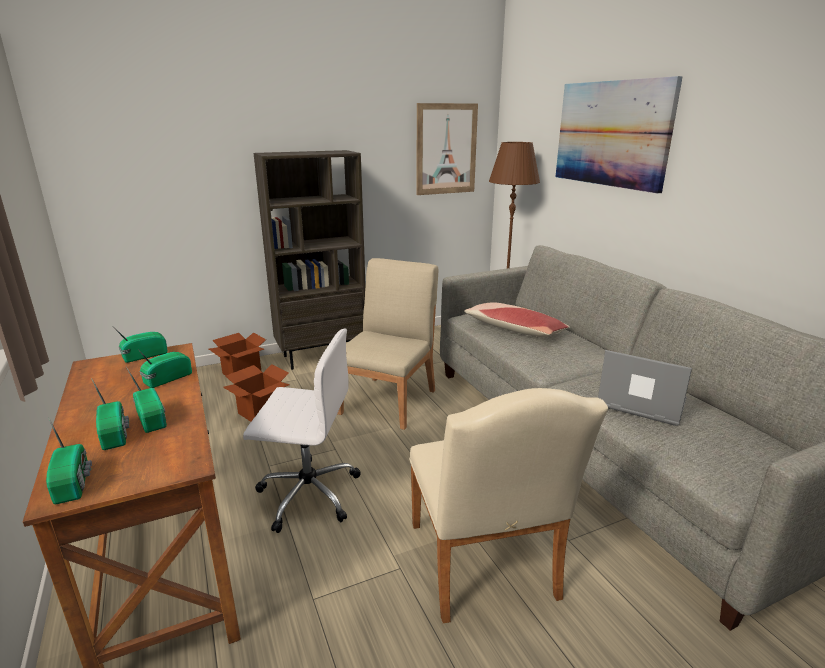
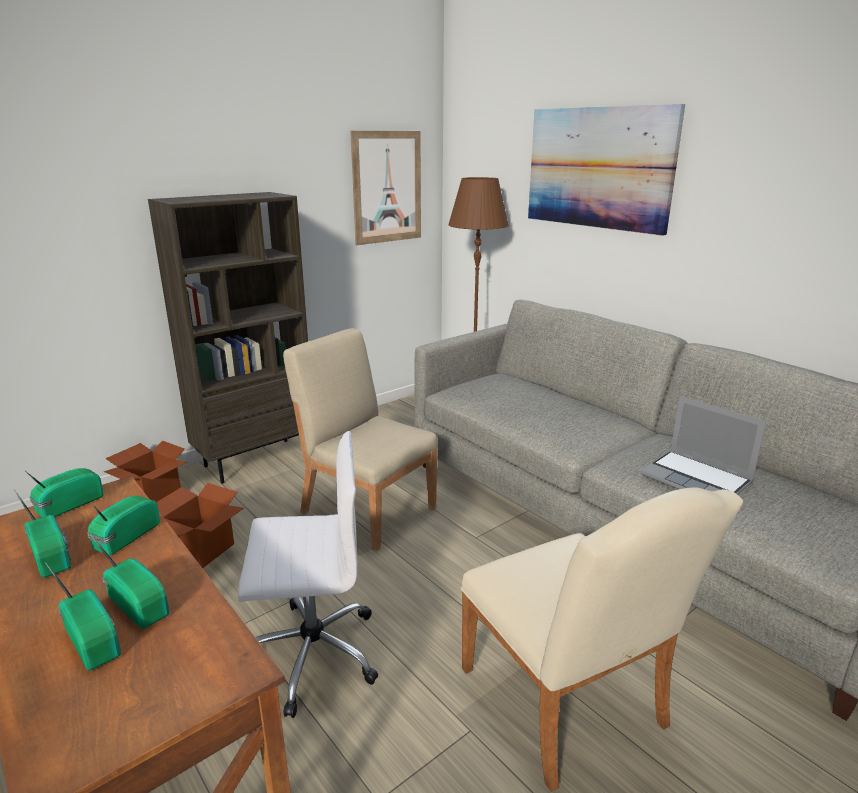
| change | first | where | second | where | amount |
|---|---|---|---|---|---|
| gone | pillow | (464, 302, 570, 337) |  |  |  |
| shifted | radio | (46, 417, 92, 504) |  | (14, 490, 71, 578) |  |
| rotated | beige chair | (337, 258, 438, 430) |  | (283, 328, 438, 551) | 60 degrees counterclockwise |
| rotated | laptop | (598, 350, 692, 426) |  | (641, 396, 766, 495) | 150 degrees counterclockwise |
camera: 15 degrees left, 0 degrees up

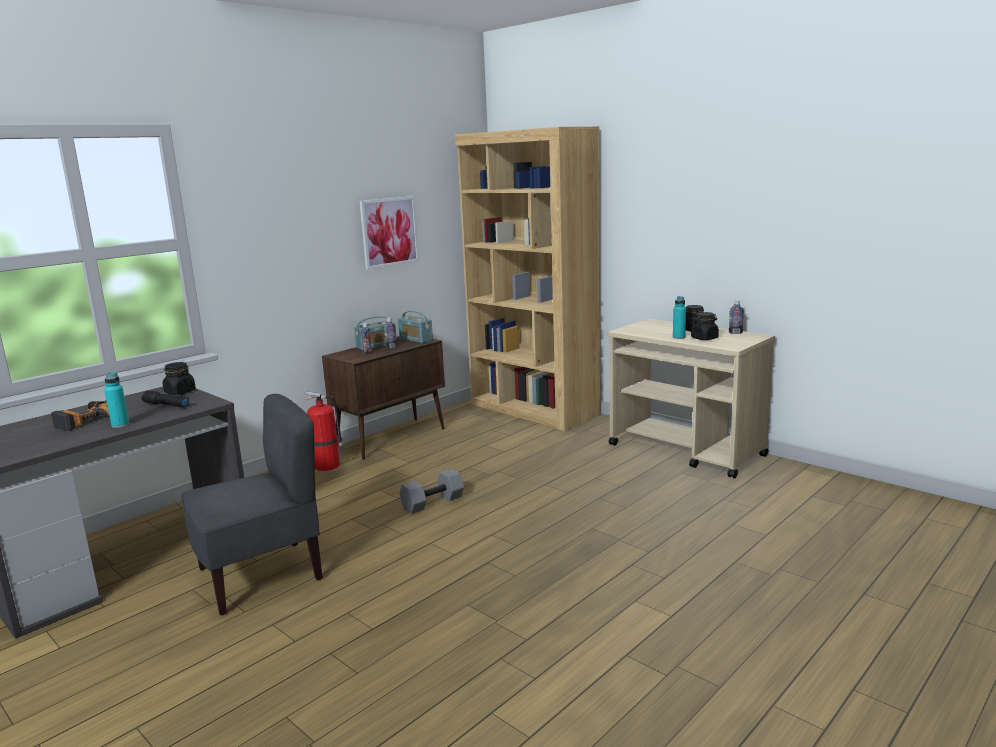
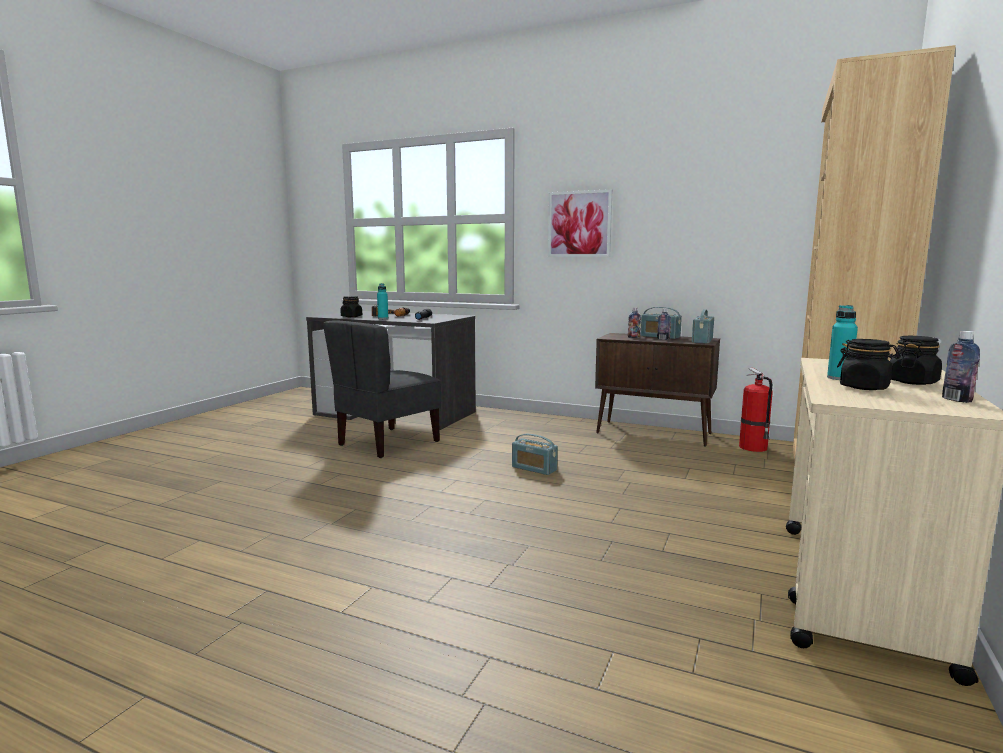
| change | first | where | second | where | amount |
|---|---|---|---|---|---|
| shifted | black jar | (163, 362, 196, 395) |  | (340, 296, 362, 317) |  |
| shifted | fire extinguisher | (304, 391, 345, 471) |  | (739, 368, 773, 452) |  |
| shifted | picture | (359, 196, 419, 270) |  | (548, 189, 612, 257) |  |
| swapped | grey dumbbell | (399, 469, 464, 514) | radio | (512, 434, 558, 475) |  |
| rotated | grey chair | (181, 394, 323, 615) |  | (323, 321, 441, 458) | 90 degrees clockwise |
camera: 70 degrees right, 5 degrees down

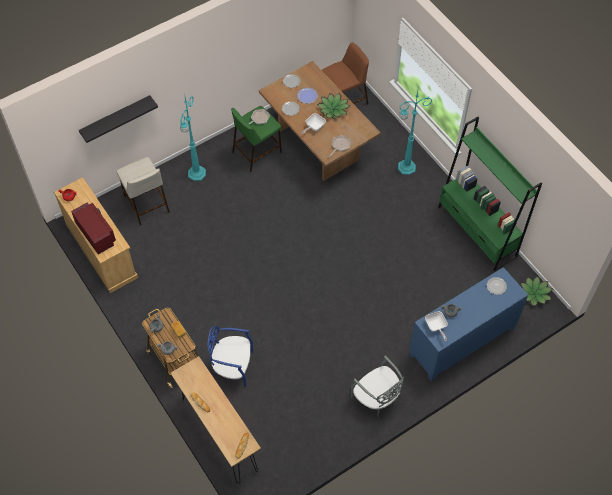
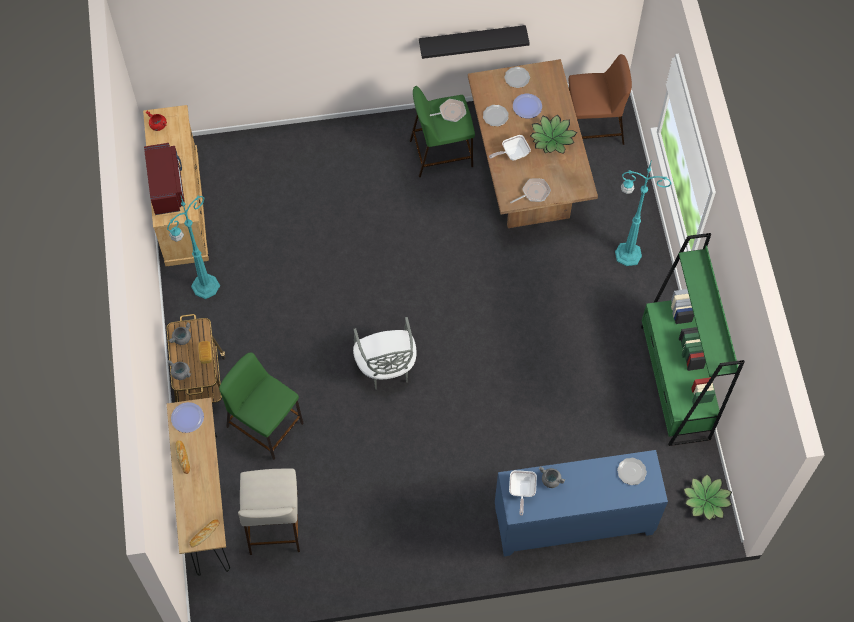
| change | first | where | second | where | amount |
|---|---|---|---|---|---|
| new |  |  | plate | (171, 402, 204, 433) |  |
| shifted | black shelf | (79, 95, 158, 143) |  | (419, 25, 530, 59) |  |
| shifted | beige stool | (117, 157, 169, 225) |  | (238, 469, 300, 555) |  |
| shifted | turquoise floor lamp | (180, 93, 206, 181) |  | (167, 195, 220, 299) |  |
| shifted | grey chair | (351, 355, 404, 416) |  | (353, 317, 417, 389) |  |
| swapped | blue chair | (207, 326, 253, 387) | green stool | (219, 352, 304, 460) |  |
camera: 25 degrees right, 5 degrees up

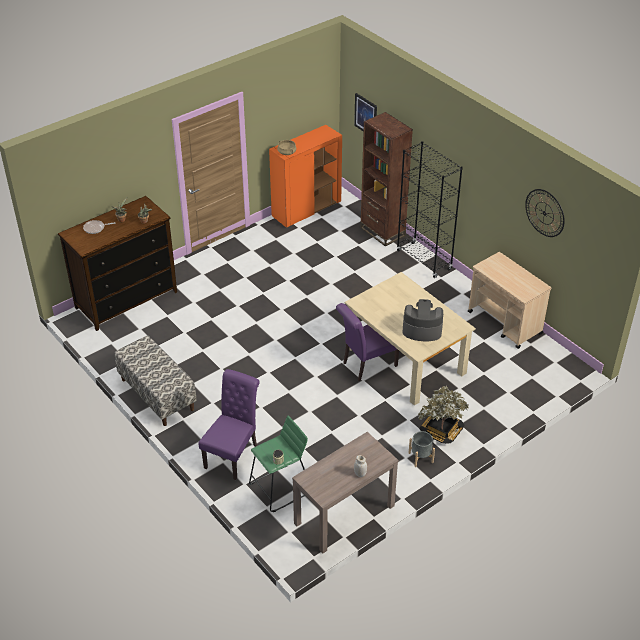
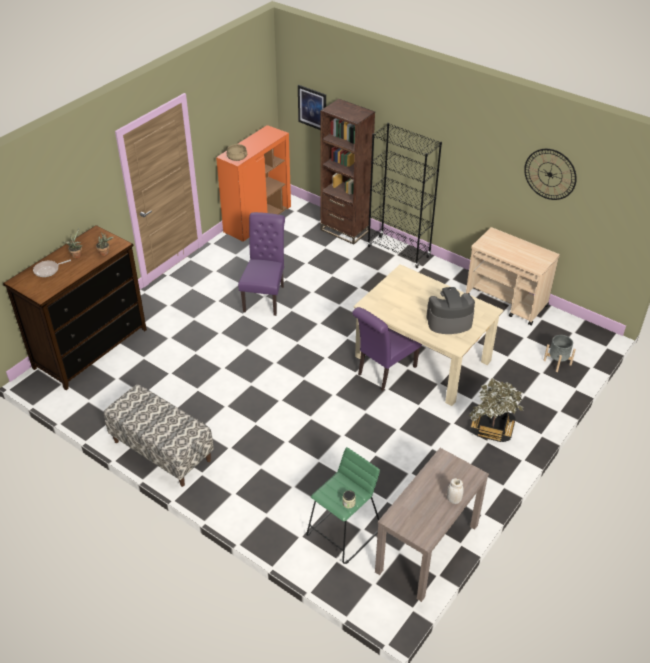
| change | first | where | second | where | amount |
|---|---|---|---|---|---|
| shifted | purple chair | (199, 369, 260, 480) |  | (238, 212, 285, 316) |  |
| shifted | grey planter | (409, 431, 435, 467) |  | (544, 335, 576, 372) |  |
camera: 15 degrees left, 0 degrees up

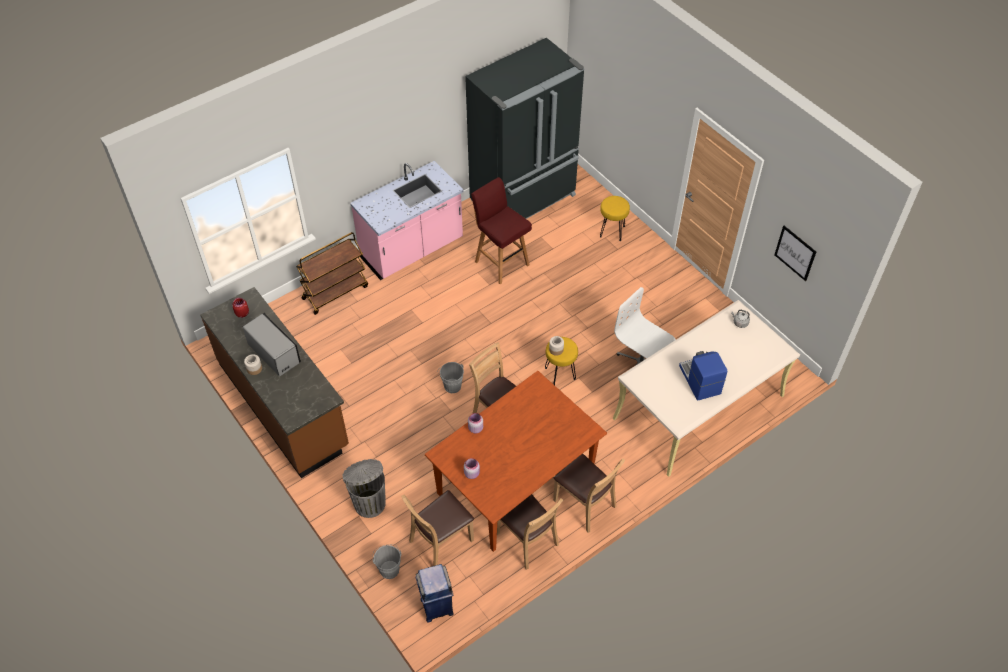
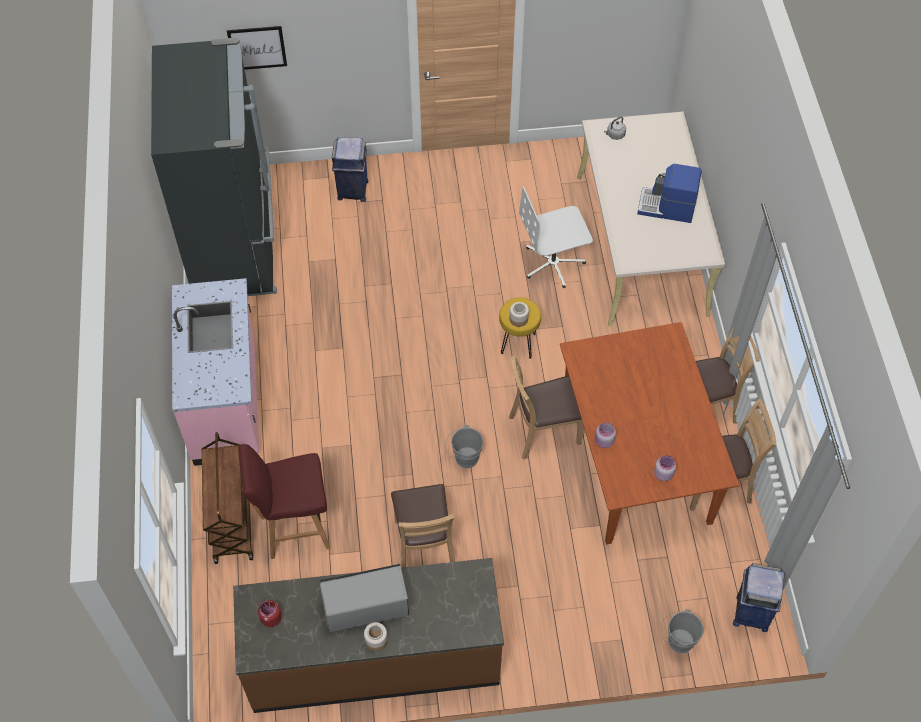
| change | first | where | second | where | amount |
|---|---|---|---|---|---|
| gone | grey trash can | (342, 459, 386, 518) |  |  |  |
| shifted | brown chair | (401, 490, 474, 566) |  | (391, 484, 455, 568) |  |
| shifted | red stool | (471, 177, 532, 284) |  | (238, 444, 331, 559) |  |
| shifted | picture | (774, 226, 816, 281) |  | (227, 26, 287, 70) |  |
| swapped | yellow stool | (600, 196, 630, 241) | blue trash can | (332, 137, 368, 202) |  |
camera: 60 degrees left, 5 degrees up

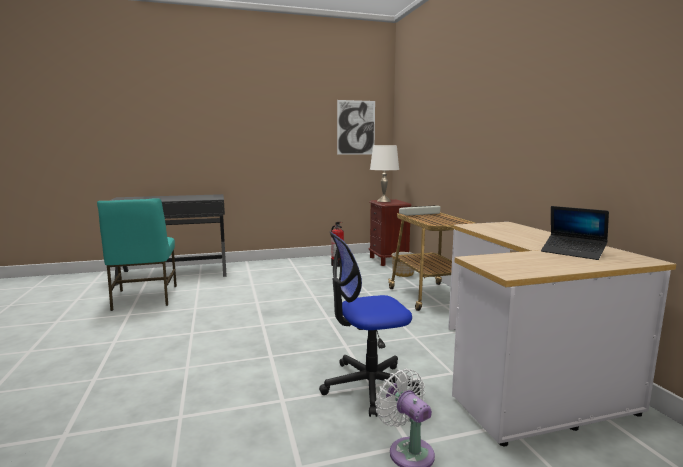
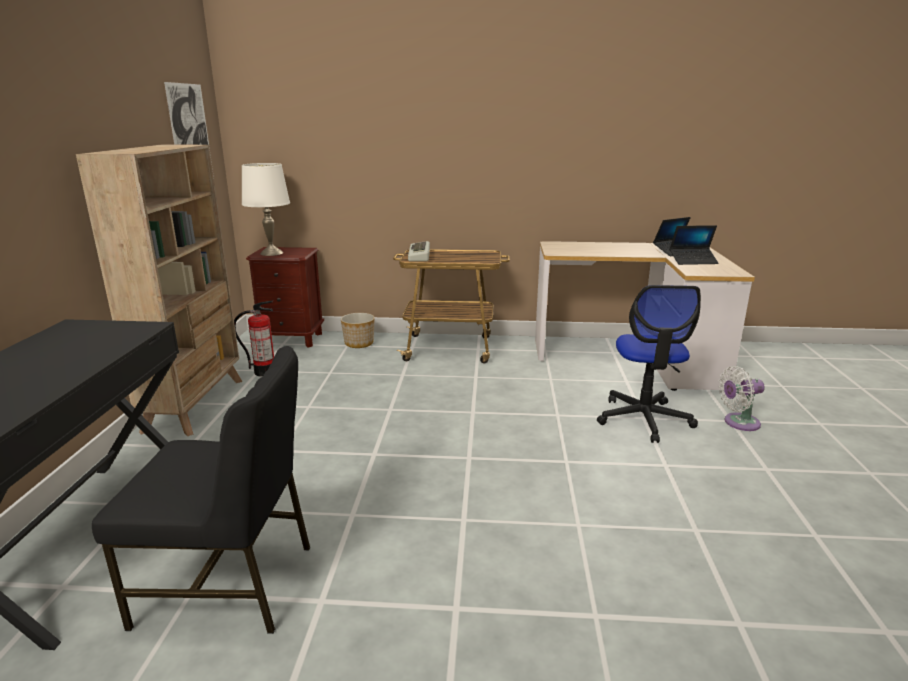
| change | first | where | second | where | amount |
|---|---|---|---|---|---|
| new |  |  | beige bookcase | (76, 144, 243, 436) |  |
| new |  |  | laptop | (670, 225, 719, 265) |  |
| repainted | turquoise chair | (97, 198, 177, 311) | black chair | (92, 346, 310, 634) |  |
camera: 70 degrees left, 10 degrees up

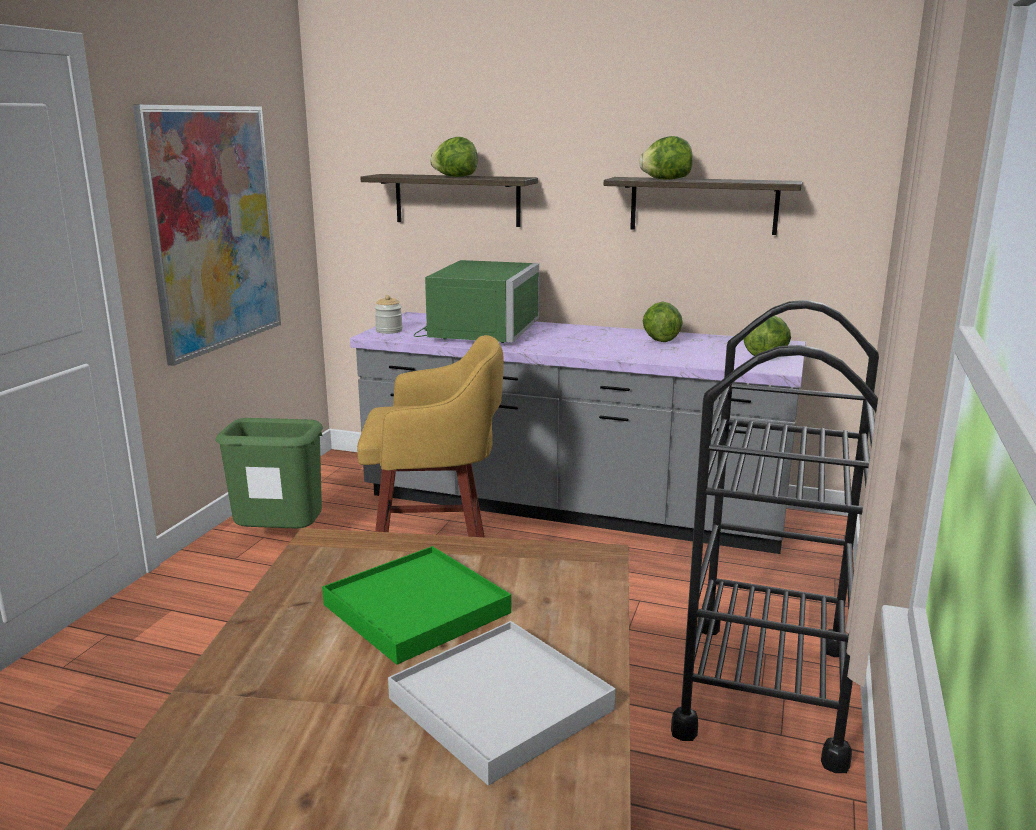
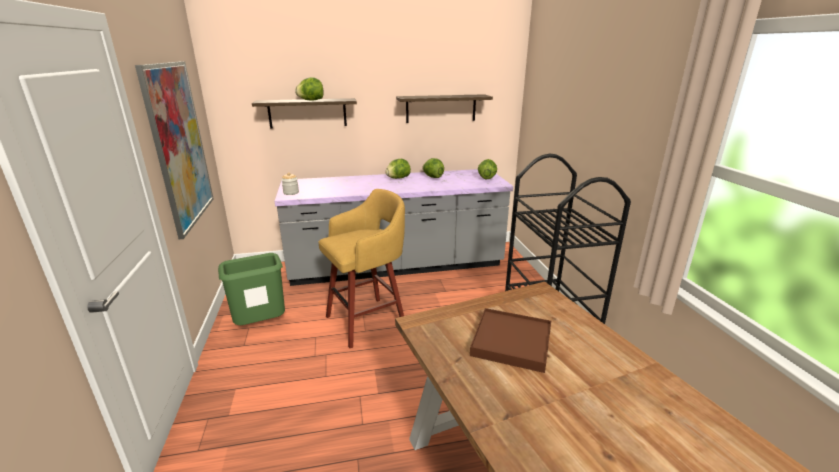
| change | first | where | second | where | amount |
|---|---|---|---|---|---|
| gone | white tray | (388, 621, 616, 785) |  |  |  |
| gone | green microwave | (414, 260, 539, 343) |  |  |  |
| shifted | lettuce | (639, 136, 693, 180) |  | (385, 159, 411, 179) |  |
| repainted | green tray | (322, 546, 511, 665) | brown tray | (470, 308, 551, 373) |  |
camera: 30 degrees left, 5 degrees up

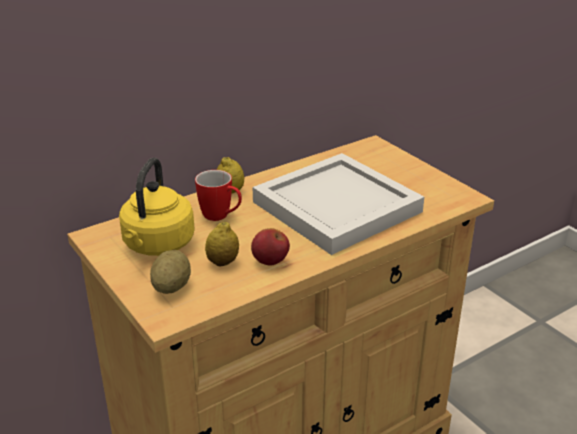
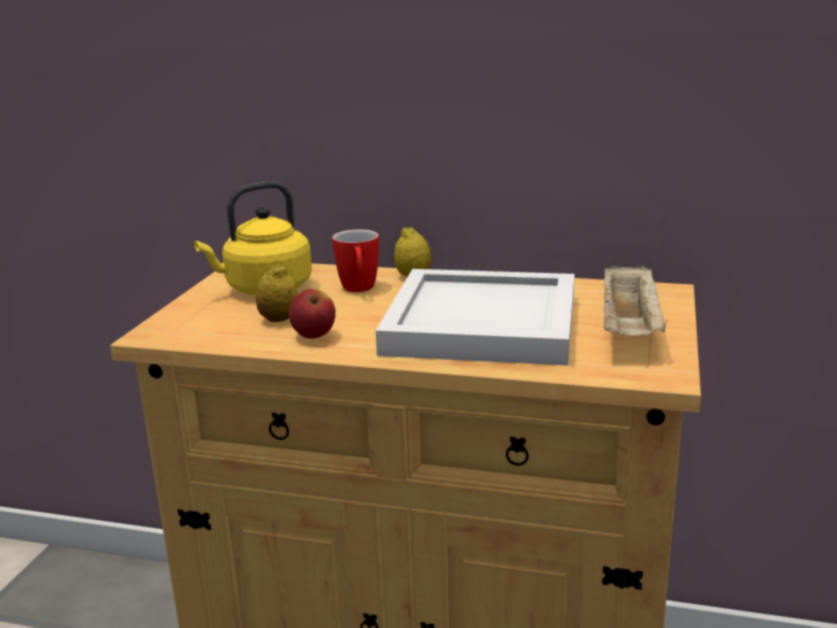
| change | first | where | second | where | amount |
|---|---|---|---|---|---|
| gone | potato | (150, 250, 191, 294) |  |  |  |
| new |  |  | beige tray | (604, 262, 667, 336) |  |
camera: 50 degrees right, 10 degrees down

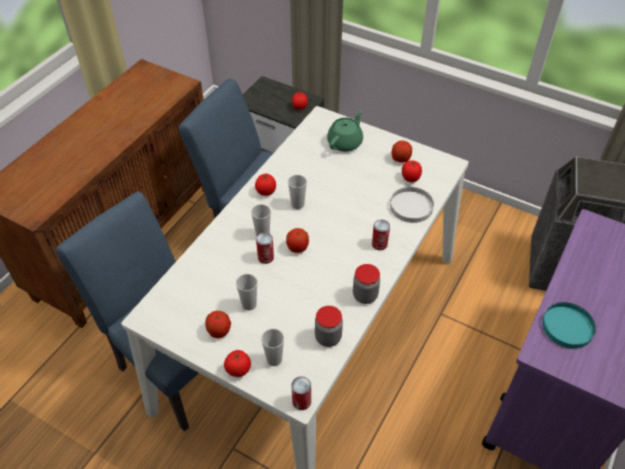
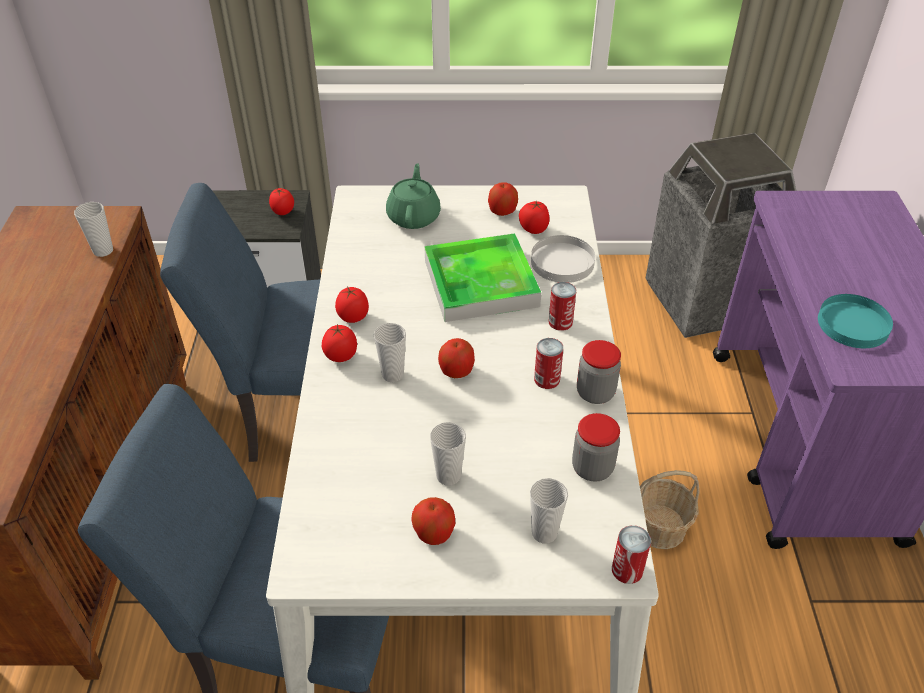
| change | first | where | second | where | amount |
|---|---|---|---|---|---|
| new |  |  | tray | (424, 233, 541, 322) |  |
| new |  |  | basket | (640, 470, 700, 549) |  |
| shifted | tomato | (224, 350, 251, 377) |  | (322, 324, 357, 362) |  |
| shifted | can | (256, 233, 274, 264) |  | (534, 338, 564, 389) |  |
| shifted | cup | (288, 175, 307, 209) |  | (74, 202, 113, 257) |  |
camera: 30 degrees left, 5 degrees down

